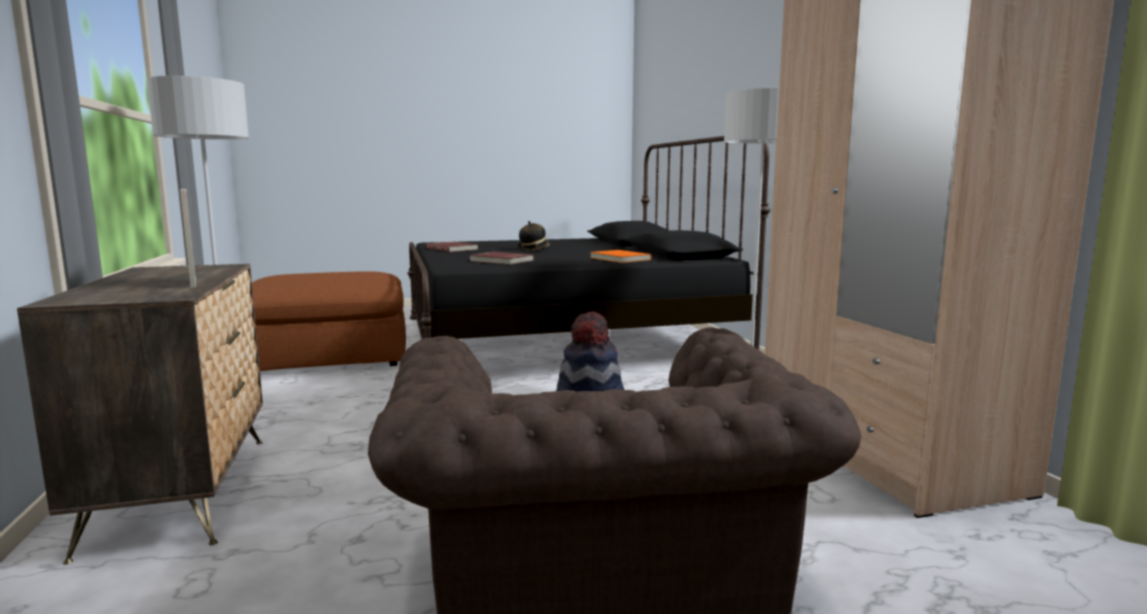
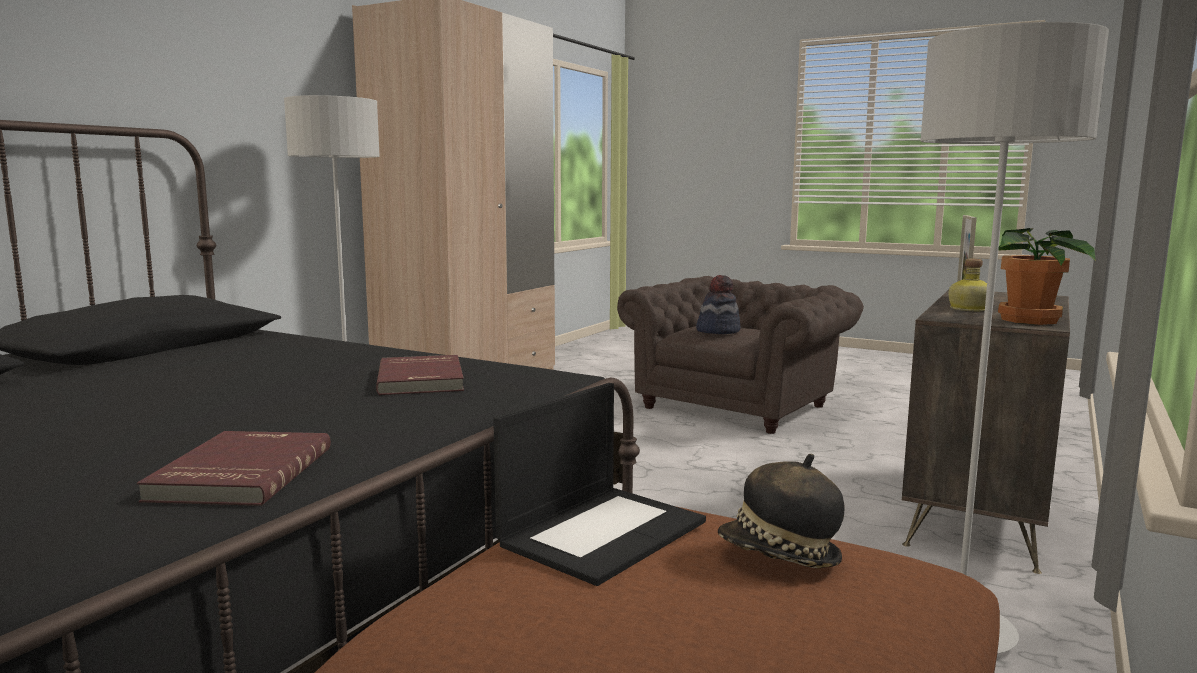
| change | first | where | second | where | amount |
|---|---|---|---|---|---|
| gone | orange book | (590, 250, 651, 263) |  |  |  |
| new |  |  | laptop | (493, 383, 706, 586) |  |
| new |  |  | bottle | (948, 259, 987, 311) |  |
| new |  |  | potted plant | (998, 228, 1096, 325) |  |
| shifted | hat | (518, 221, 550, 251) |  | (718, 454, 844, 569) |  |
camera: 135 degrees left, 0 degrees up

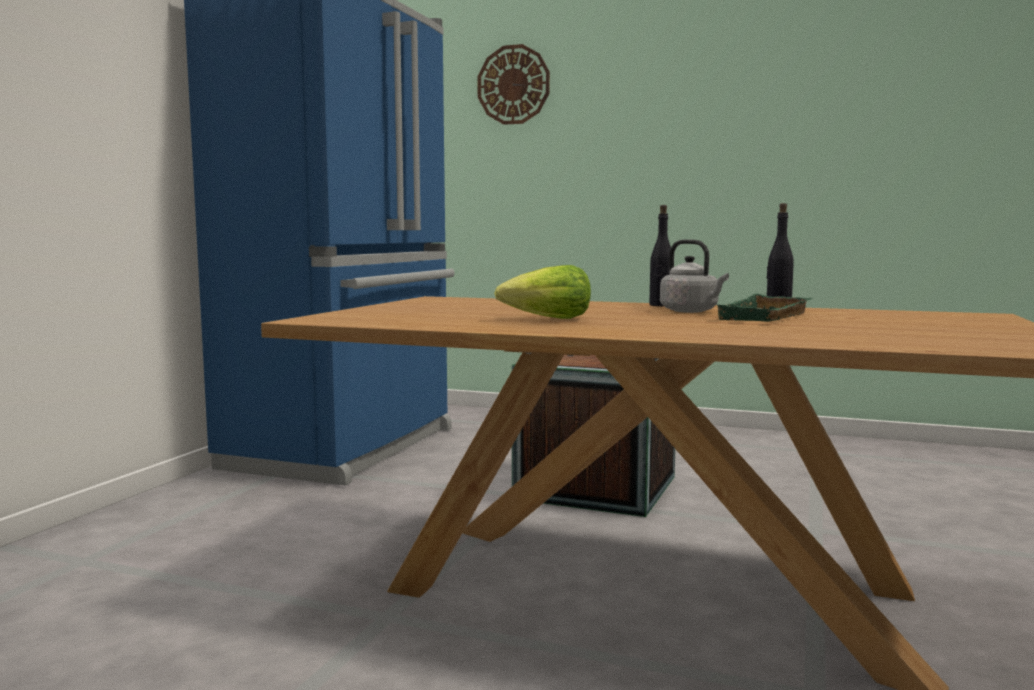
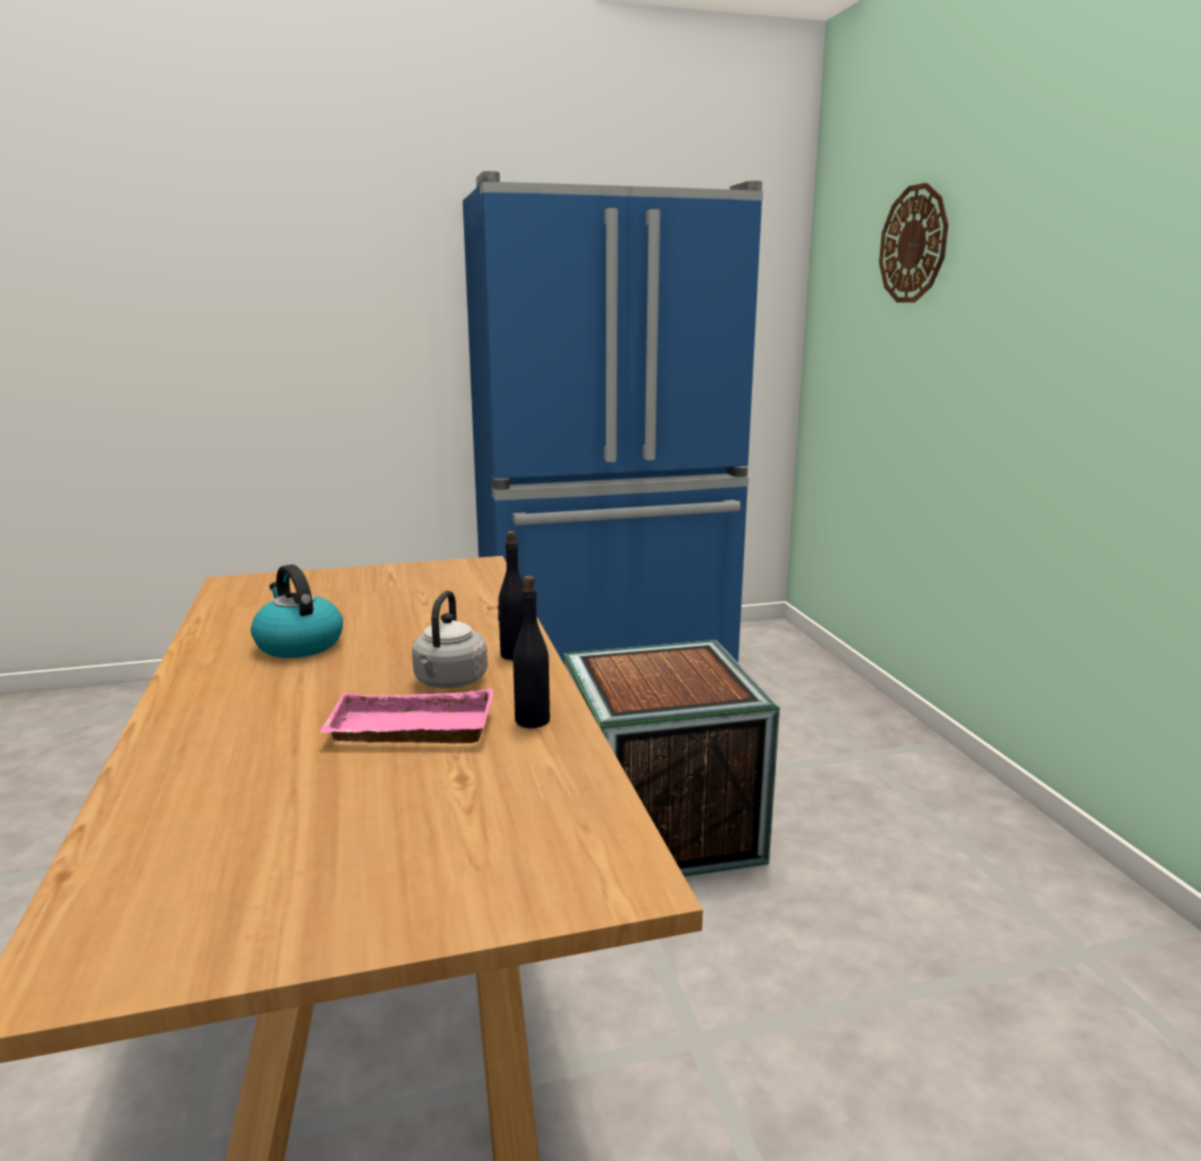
| change | first | where | second | where | amount |
|---|---|---|---|---|---|
| swapped | lettuce | (494, 265, 591, 319) | kettle | (251, 564, 343, 658) |  |
| repainted | green tray | (717, 294, 812, 322) | pink tray | (319, 689, 494, 743) |  |
camera: 55 degrees right, 10 degrees up

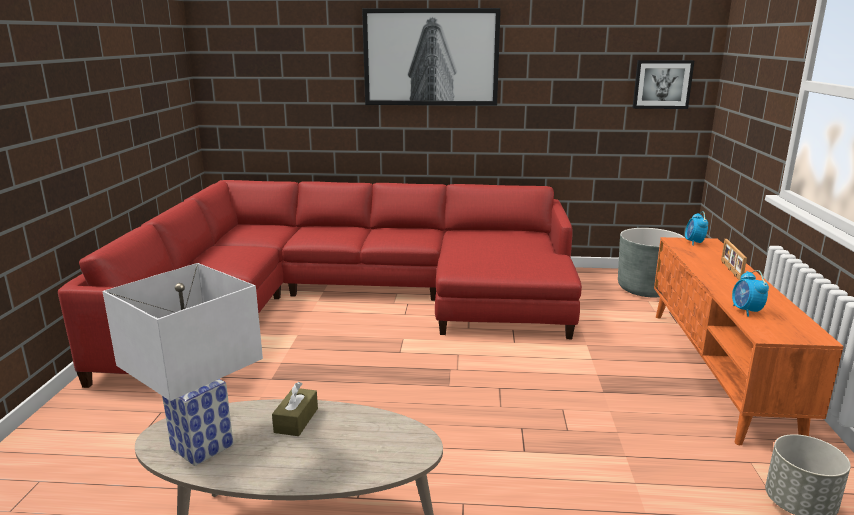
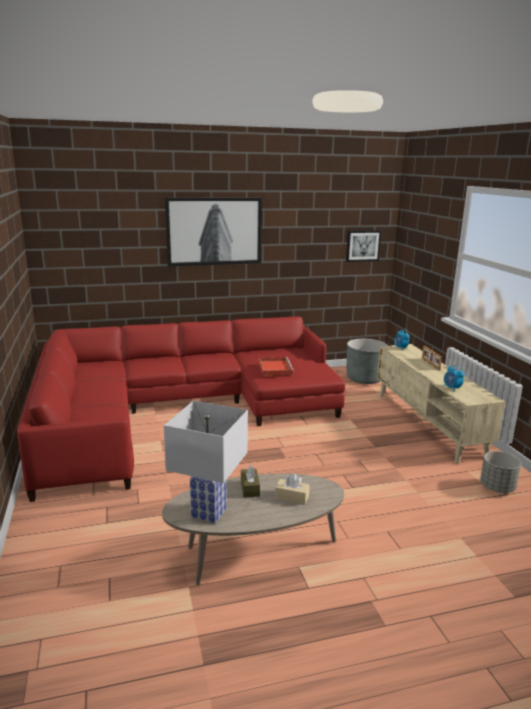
| change | first | where | second | where | amount |
|---|---|---|---|---|---|
| new |  |  | red tray | (259, 357, 294, 376) |  |
| new |  |  | beige tissue box | (275, 474, 310, 505) |  |
| repainted | orange tv stand | (654, 237, 844, 445) | beige tv stand | (377, 344, 505, 464) |  |
camera: 20 degrees left, 0 degrees up

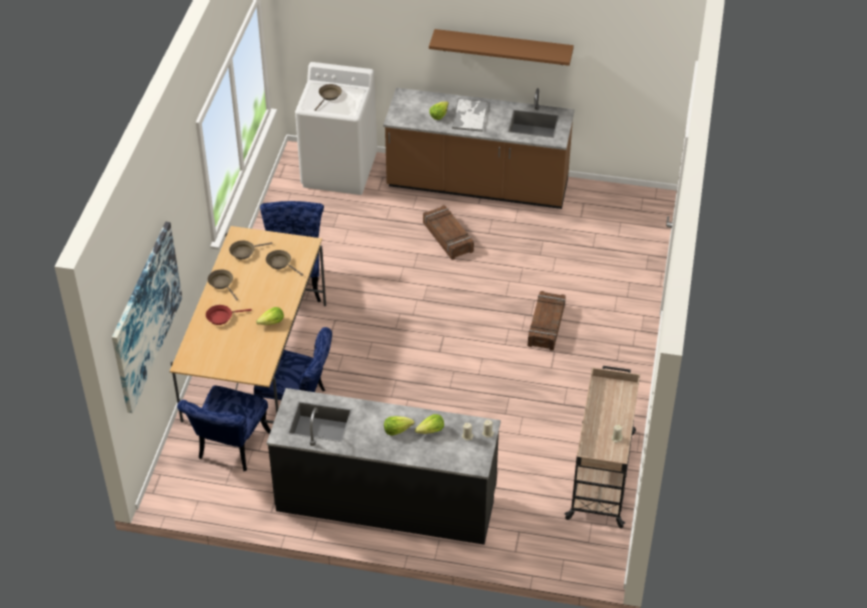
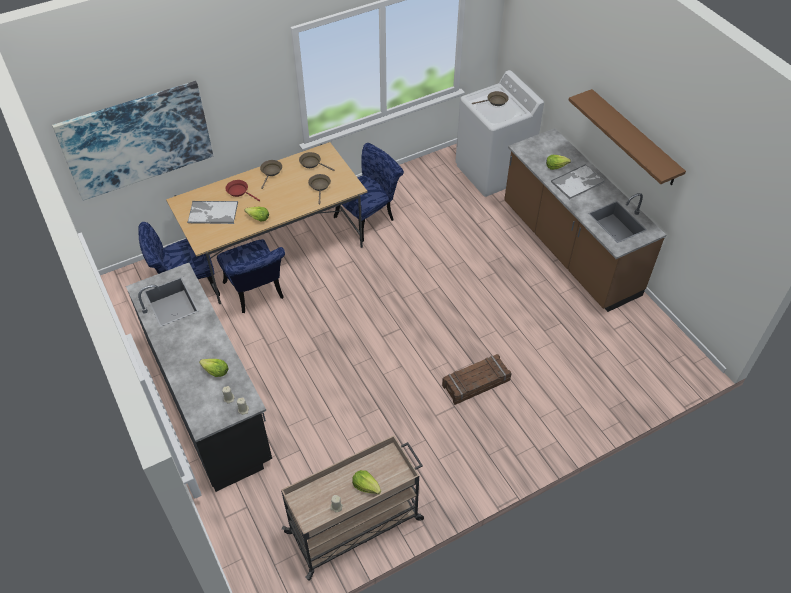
| change | first | where | second | where | amount |
|---|---|---|---|---|---|
| gone | crate | (423, 205, 474, 260) |  |  |  |
| new |  |  | tray | (187, 201, 238, 224) |  |
| shifted | lettuce | (384, 416, 415, 436) |  | (352, 470, 381, 495) |  |
camera: 50 degrees right, 5 degrees up

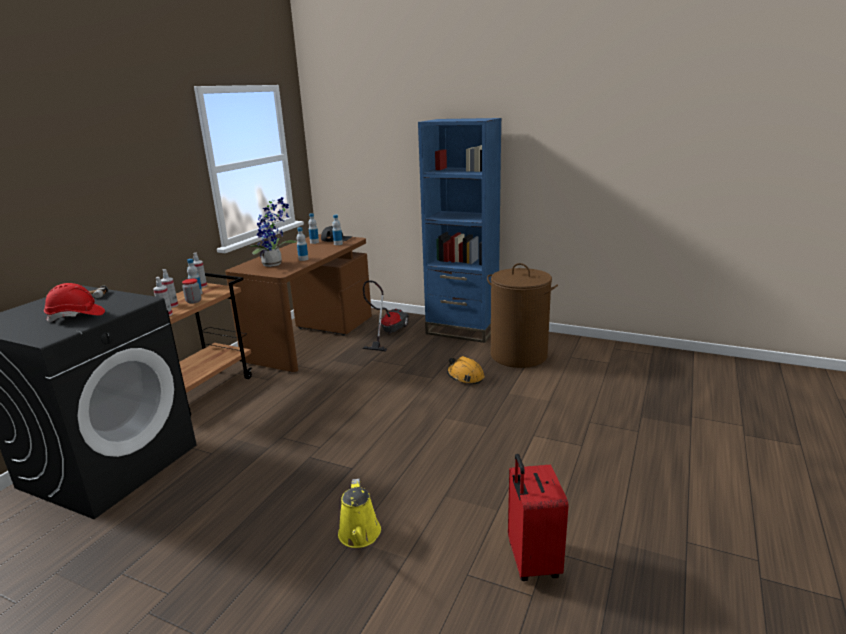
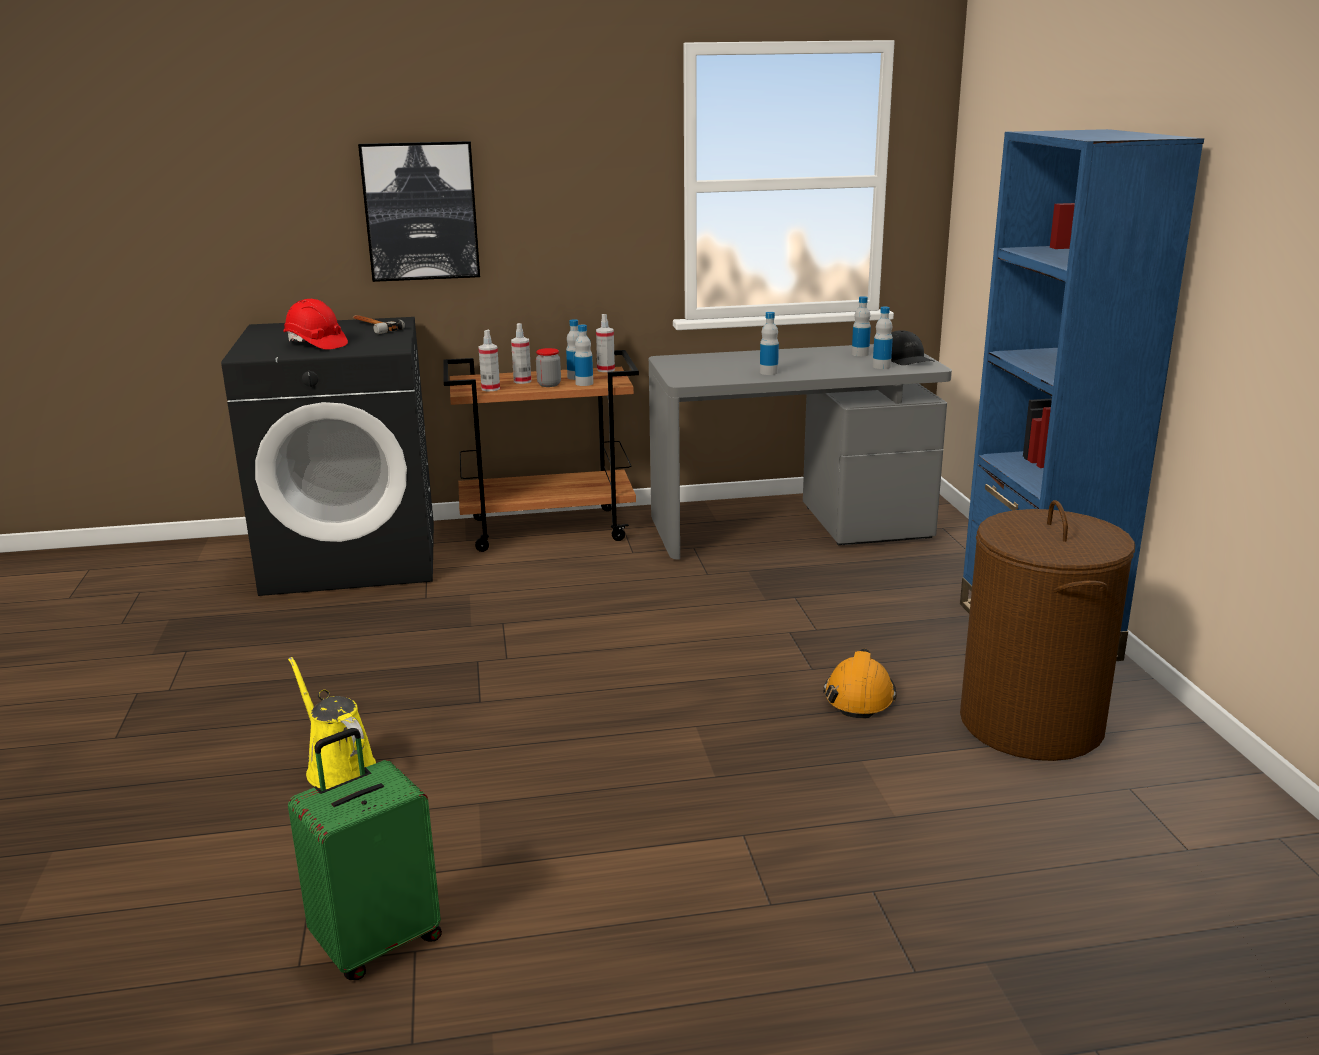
| change | first | where | second | where | amount |
|---|---|---|---|---|---|
| gone | potted plant | (249, 197, 297, 267) |  |  |  |
| gone | vacuum cleaner | (363, 280, 409, 351) |  |  |  |
| new |  |  | picture | (358, 141, 480, 282) |  |
| new |  |  | bottle | (574, 325, 593, 386) |  |
| repainted | brown desk | (225, 234, 372, 372) | grey desk | (649, 344, 952, 560) |  |
| repainted | red suitcase | (508, 454, 568, 581) | green suitcase | (288, 728, 442, 980) |  |
| rotated | yellow watering can | (338, 479, 381, 548) |  | (288, 657, 376, 789) | 90 degrees clockwise |
camera: 55 degrees right, 0 degrees up

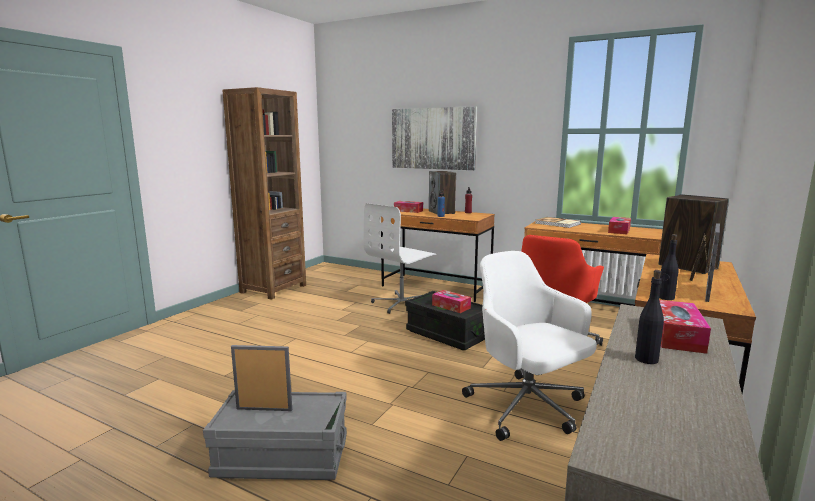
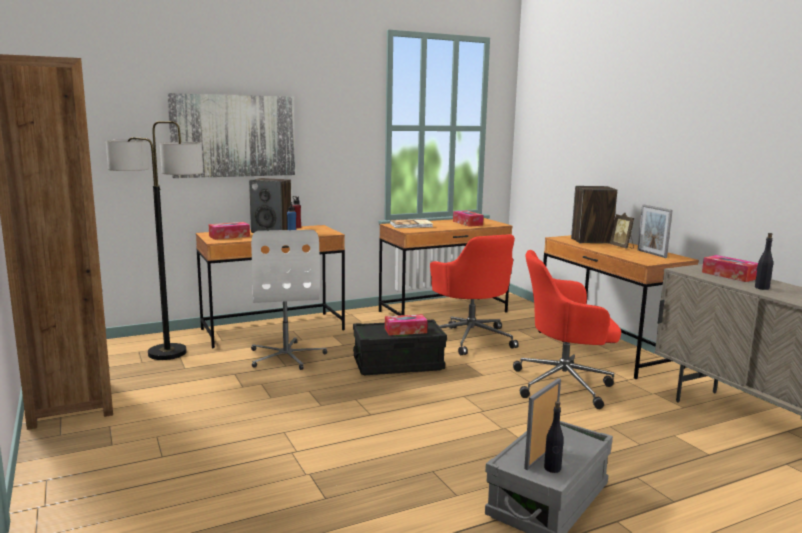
| change | first | where | second | where | amount |
|---|---|---|---|---|---|
| new |  |  | floor lamp | (106, 121, 203, 360) |  |
| shifted | black bottle | (659, 234, 679, 300) |  | (544, 401, 564, 473) |  |
| repainted | white office chair | (462, 251, 597, 441) | red office chair | (513, 250, 621, 409) |  |
camera: 55 degrees left, 0 degrees up

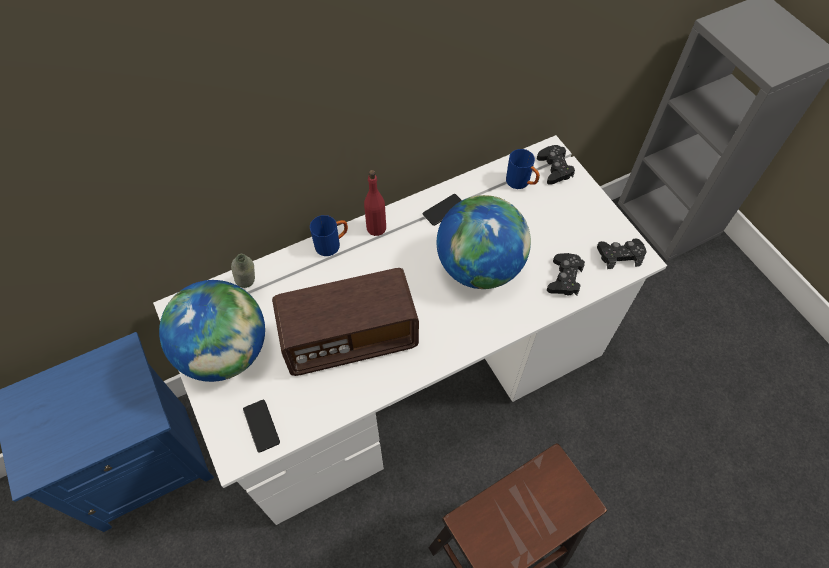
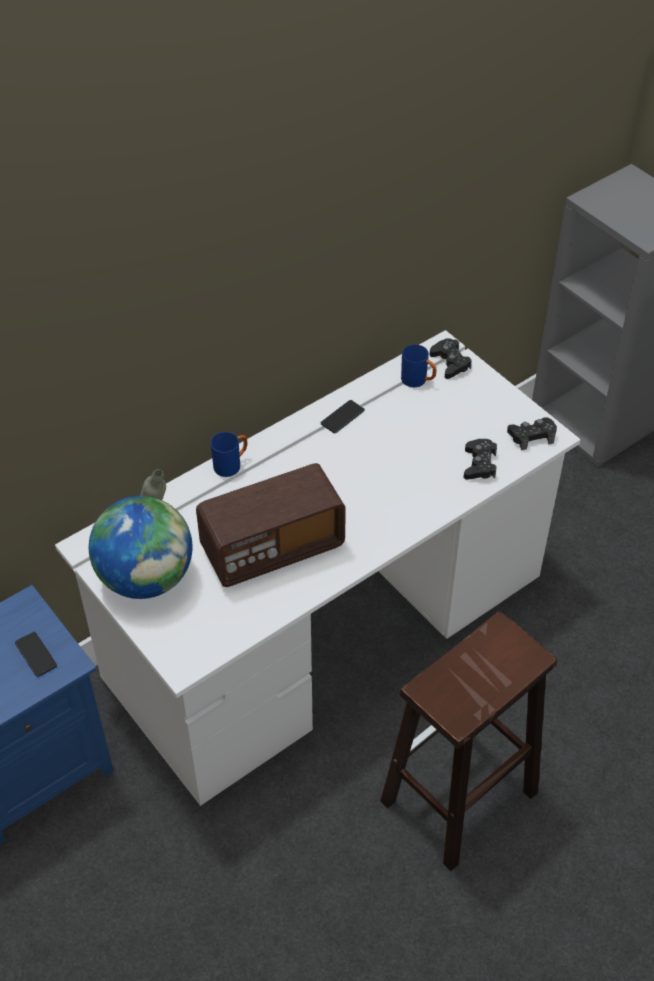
| change | first | where | second | where | amount |
|---|---|---|---|---|---|
| gone | red bottle | (364, 170, 386, 236) |  |  |  |
| gone | globe | (437, 195, 531, 289) |  |  |  |
| shifted | phone | (243, 400, 280, 453) |  | (15, 632, 57, 677) |  |
camera: 10 degrees left, 10 degrees down

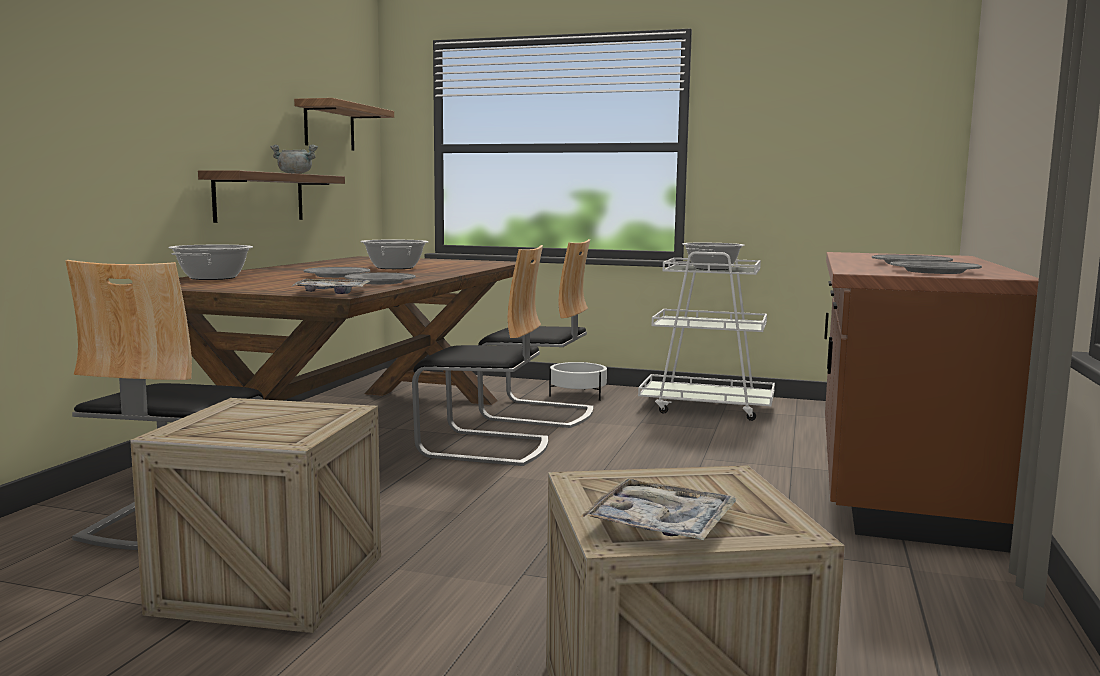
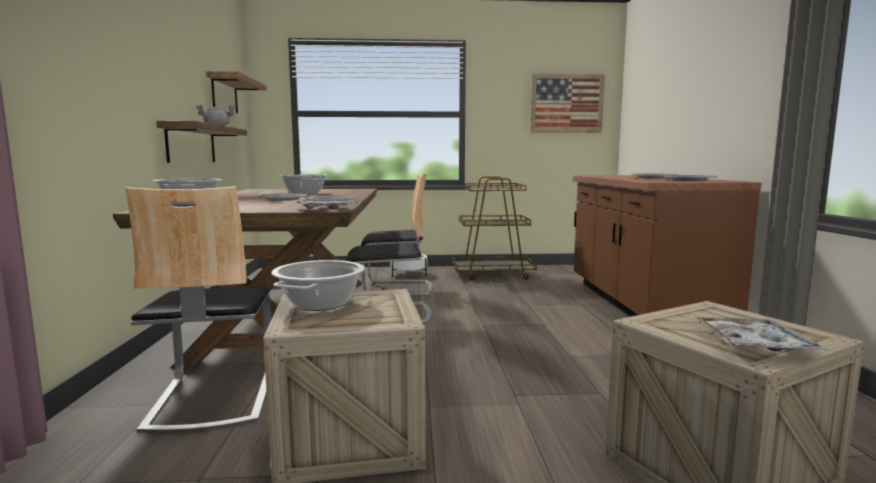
| change | first | where | second | where | amount |
|---|---|---|---|---|---|
| new |  |  | picture | (530, 74, 605, 133) |  |
| shifted | cooking pot | (682, 243, 745, 270) |  | (271, 260, 365, 311) |  |
| repainted | white cart | (638, 252, 775, 421) | brown cart | (452, 176, 537, 281) |  |
camera: 20 degrees left, 0 degrees up

